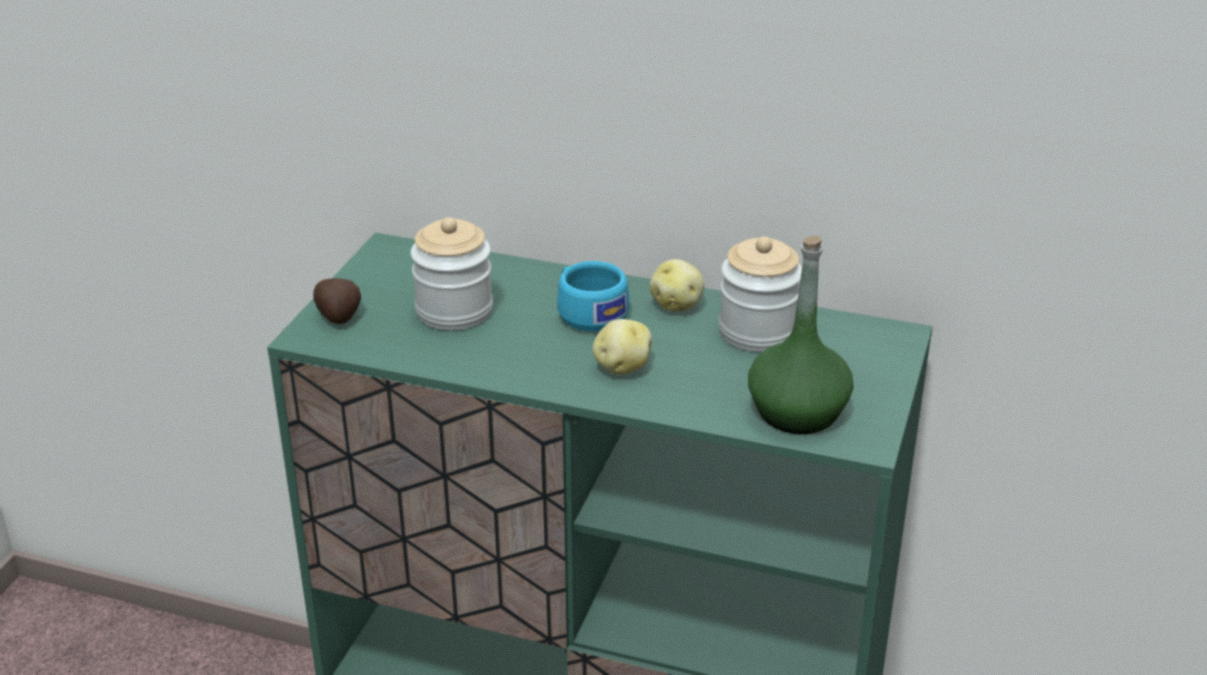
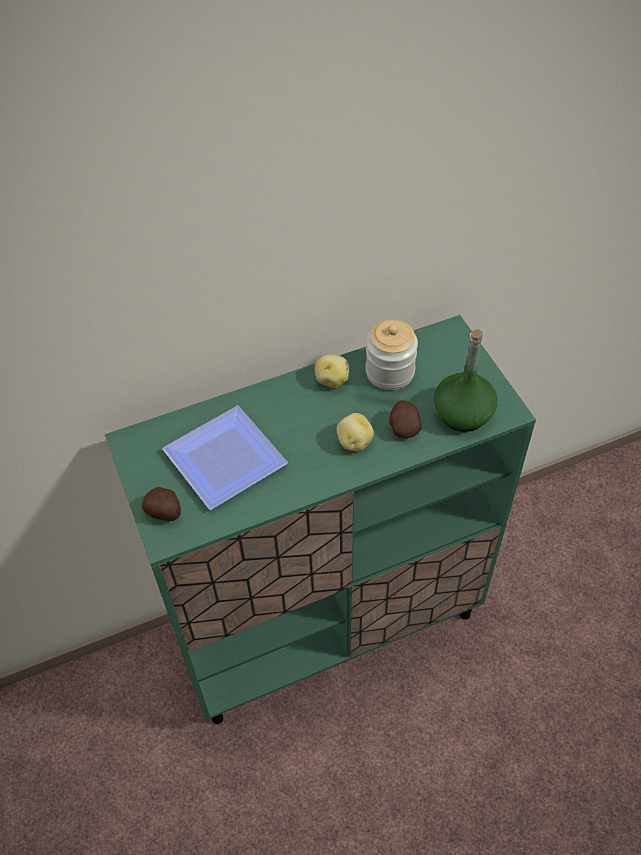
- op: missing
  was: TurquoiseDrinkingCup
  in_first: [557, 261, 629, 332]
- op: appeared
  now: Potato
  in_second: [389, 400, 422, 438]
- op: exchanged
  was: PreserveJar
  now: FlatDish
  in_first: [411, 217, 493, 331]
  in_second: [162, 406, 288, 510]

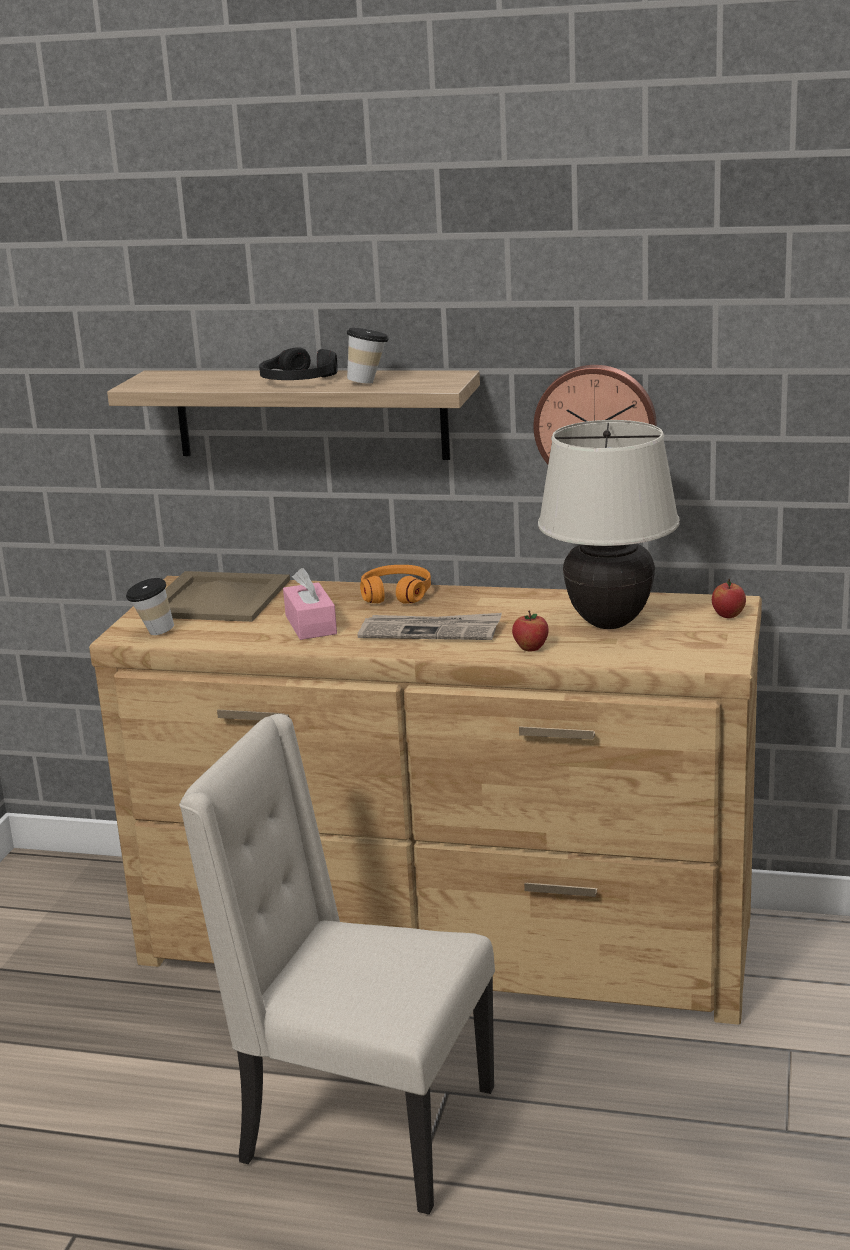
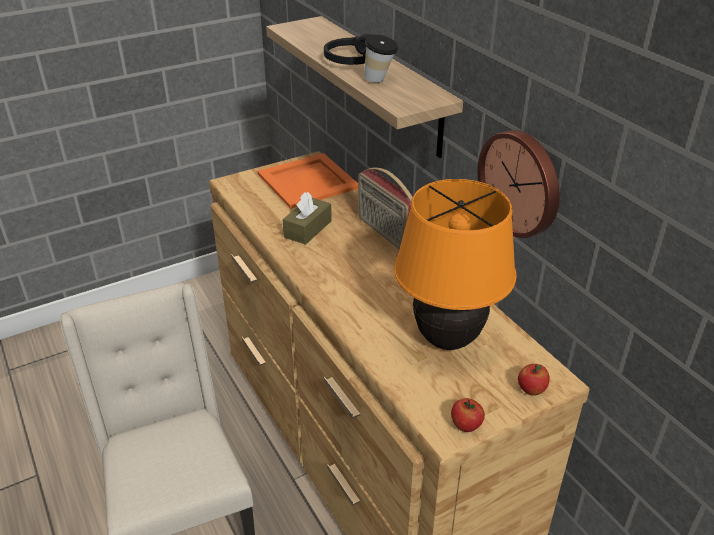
- op: missing
  was: DrinkingCup
  in_first: [126, 578, 174, 635]
- op: missing
  was: Newspaper
  in_first: [358, 613, 502, 640]
- op: relocated
  was: AppleFruit
  in_first: [512, 610, 549, 652]
  in_second: [451, 398, 485, 432]
- op: exchanged
  was: OrangeColouredPairOfHeadphones
  now: RadioSet
  in_first: [360, 565, 431, 604]
  in_second: [358, 168, 413, 249]
- op: colour
  was: SandColouredCarryingTray
  now: OrangeColouredCarryingTray
  in_first: [165, 571, 290, 622]
  in_second: [258, 153, 358, 209]
- op: colour
  was: PinkColouredBoxOfTissues
  now: BrownBoxOfTissues
  in_first: [283, 568, 337, 640]
  in_second: [282, 192, 332, 245]
- op: colour
  was: SandColouredLampForATable
  now: OrangeColouredLampForATable
  in_first: [538, 420, 680, 629]
  in_second: [394, 179, 517, 350]

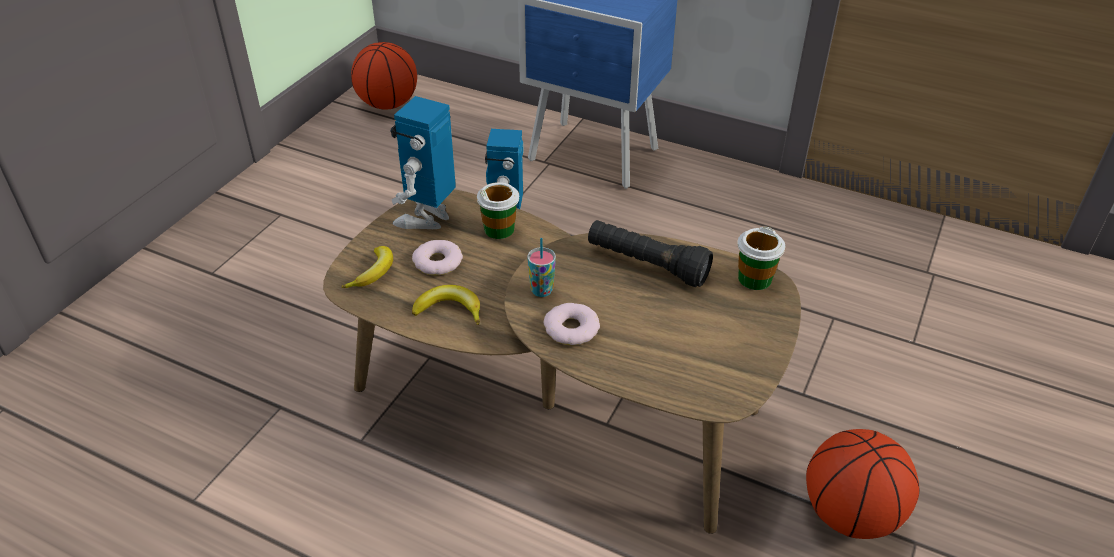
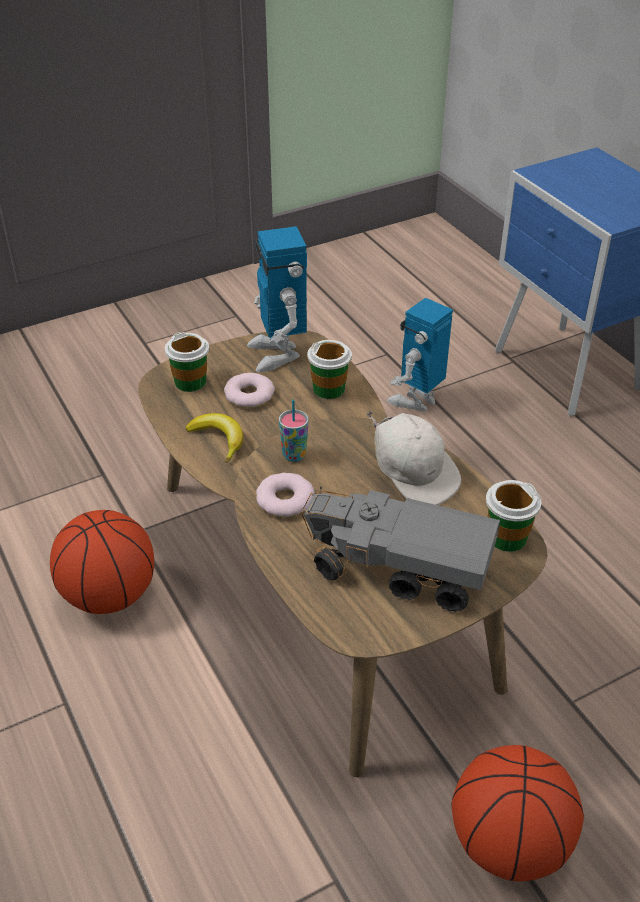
- op: appeared
  now: ToyLorry
  in_second: [301, 487, 500, 612]
- op: relocated
  was: Basketball
  in_first: [351, 42, 417, 110]
  in_second: [50, 510, 154, 614]
- op: exchanged
  was: Banana
  now: DrinkingCup
  in_first: [341, 246, 393, 288]
  in_second: [165, 332, 209, 392]
- op: exchanged
  was: BlackHandTorch
  now: WhitishPeakedCap
  in_first: [588, 220, 713, 287]
  in_second: [366, 410, 461, 505]
- op: spun
  was: RobotFigure
  in_first: [390, 96, 456, 229]
  in_second: [247, 226, 307, 372]
  clockwise: -75

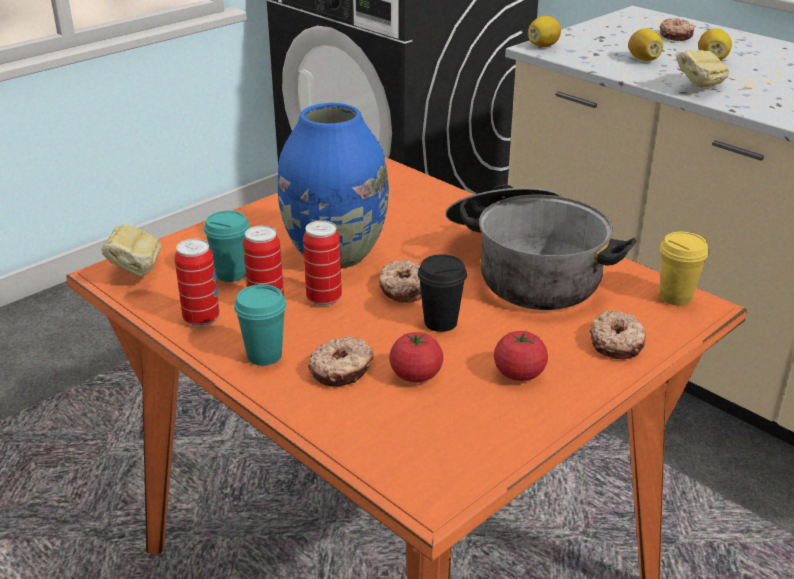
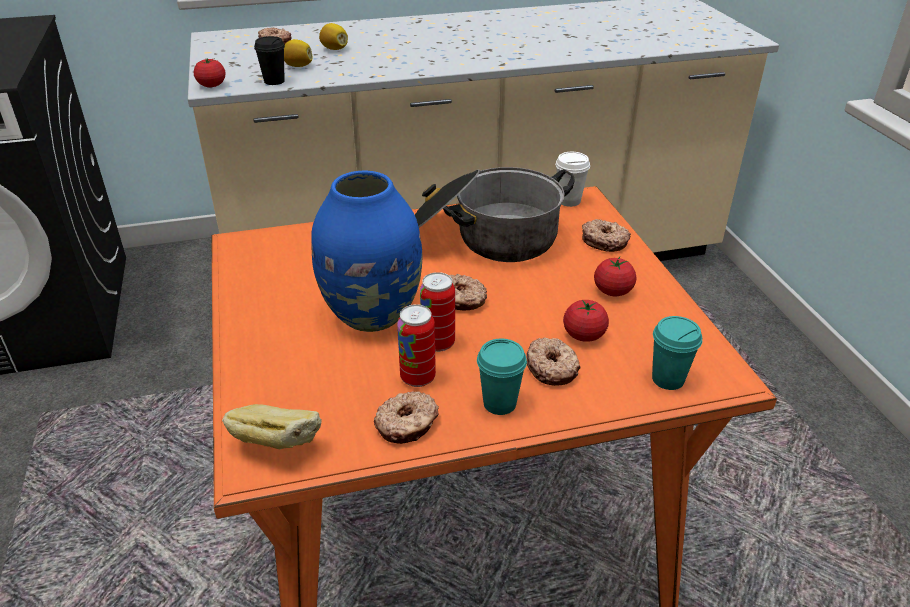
- op: missing
  was: Bread
  in_first: [677, 50, 729, 88]
- op: relocated
  was: TurquoiseDrinkingCup
  in_first: [204, 211, 250, 282]
  in_second: [652, 316, 702, 390]
- op: relocated
  was: BlackDrinkingCup
  in_first: [418, 254, 467, 332]
  in_second: [254, 36, 285, 85]
- op: exchanged
  was: MetalCan
  now: Doughnut
  in_first: [174, 238, 219, 327]
  in_second: [374, 391, 439, 444]
- op: exchanged
  was: Lemon
  now: FreshTomato
  in_first: [528, 16, 561, 47]
  in_second: [194, 58, 226, 87]
- op: colour
  was: YellowishDrinkingCup
  now: WhitishDrinkingCup
  in_first: [660, 232, 709, 306]
  in_second: [555, 152, 590, 207]

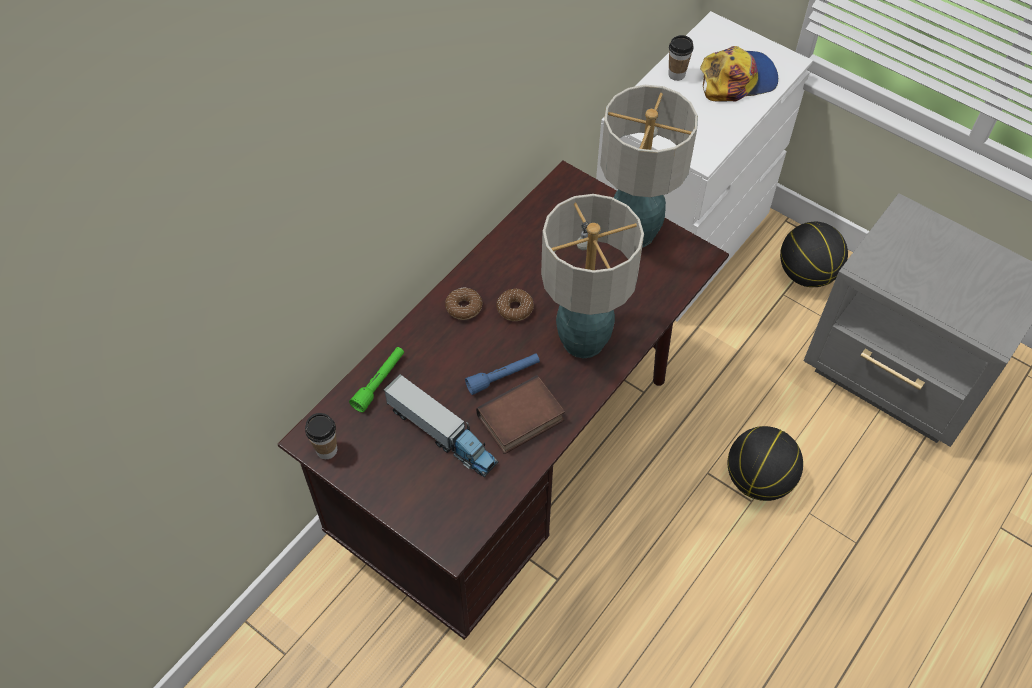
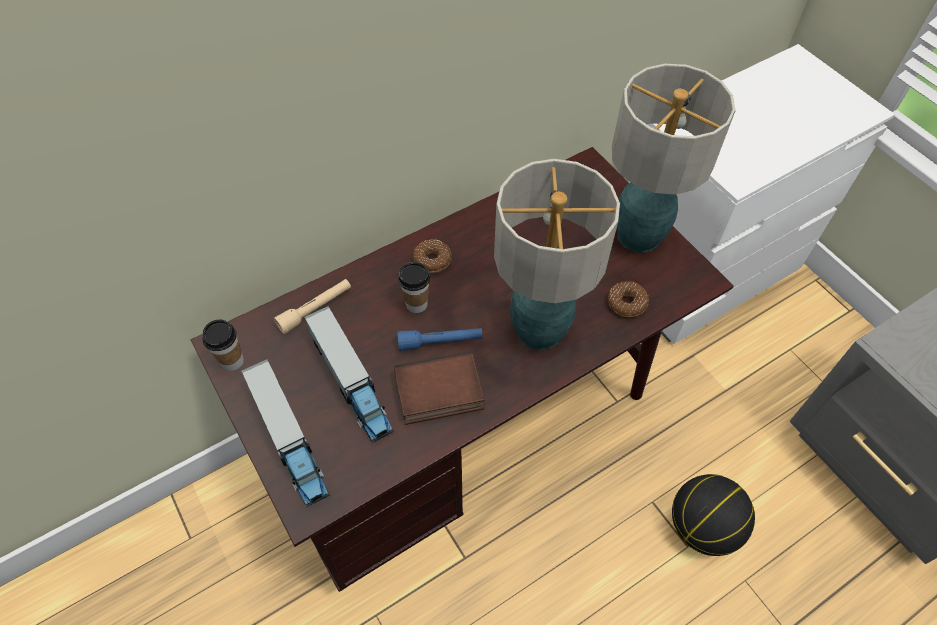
- op: missing
  was: PeakedCap
  in_first: [700, 46, 778, 102]
- op: missing
  was: Basketball
  in_first: [780, 222, 848, 287]
- op: appeared
  now: ToyLorry
  in_second: [241, 359, 330, 507]
- op: relocated
  was: Doughnut
  in_first: [496, 289, 534, 321]
  in_second: [607, 281, 649, 317]
- op: relocated
  was: DrinkingCup
  in_first: [668, 35, 694, 81]
  in_second: [398, 262, 430, 313]
- op: colour
  was: GreenHandTorch
  now: SandColouredHandTorch
  in_first: [349, 347, 404, 413]
  in_second: [274, 279, 351, 334]

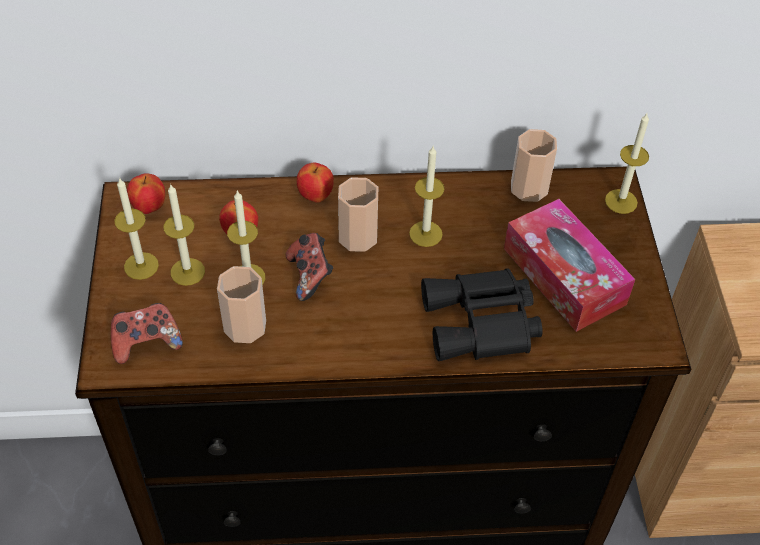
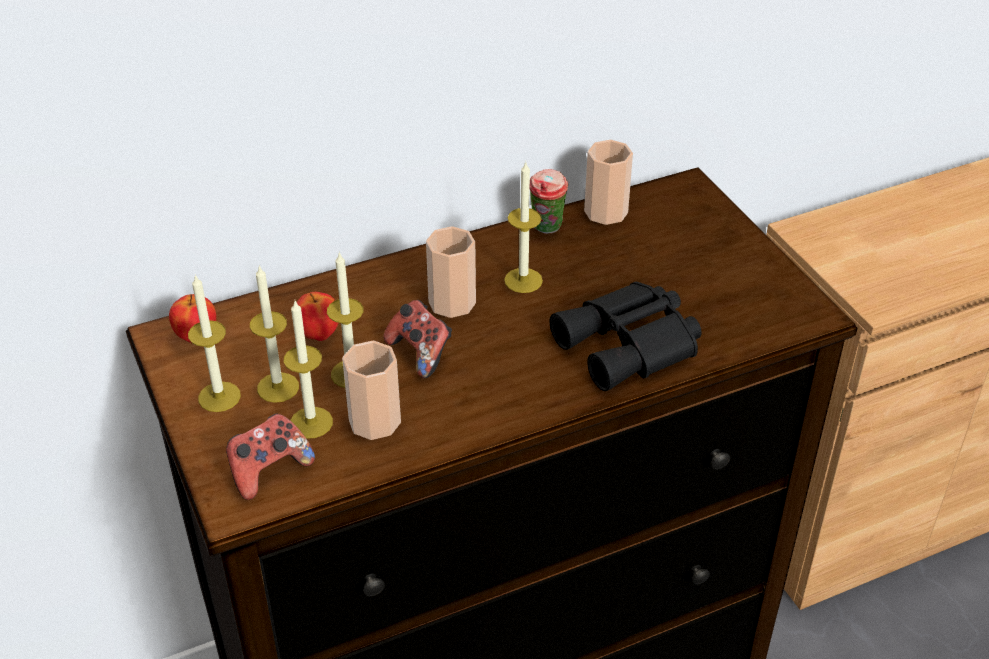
- op: missing
  was: AppleFruit
  in_first: [297, 163, 334, 203]
- op: missing
  was: BoxOfTissues
  in_first: [504, 199, 635, 332]
- op: appeared
  now: DrinkingCup
  in_second: [530, 169, 568, 234]
- op: relocated
  was: WaxLight
  in_first: [605, 113, 649, 214]
  in_second: [284, 301, 333, 439]

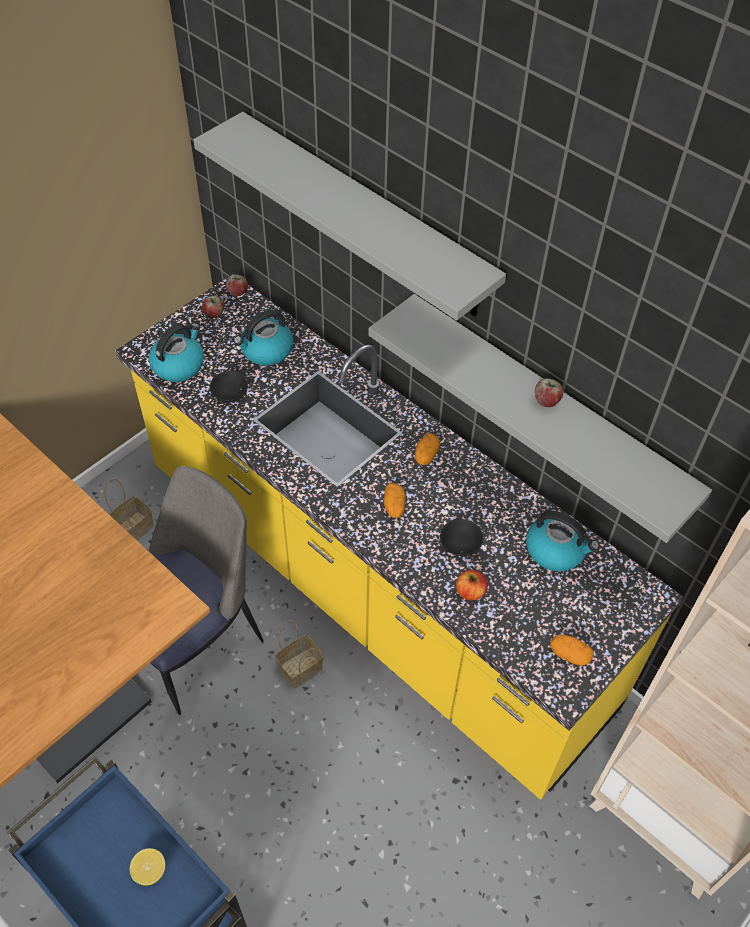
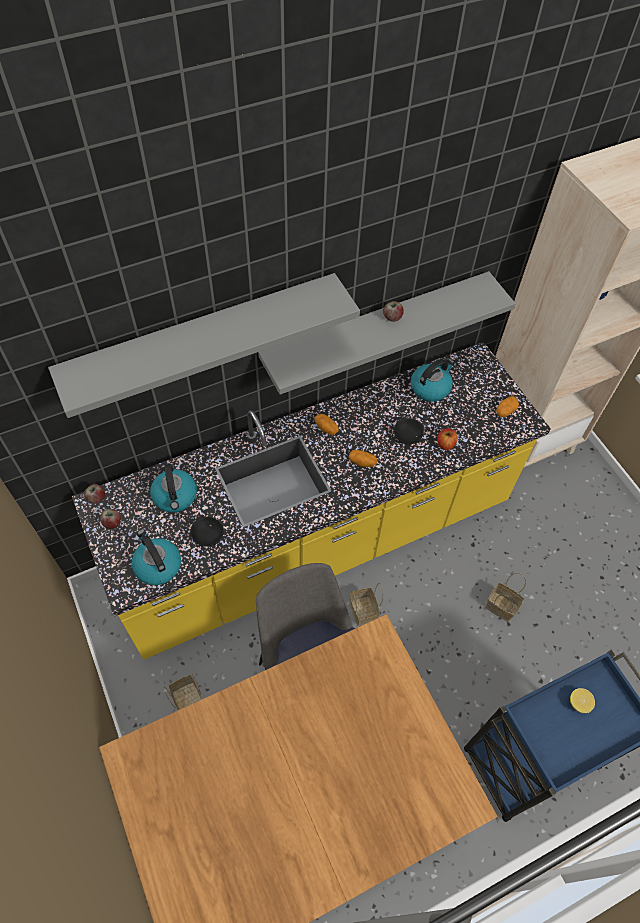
- op: appeared
  now: HouseholdBasket
  in_second: [485, 573, 526, 622]

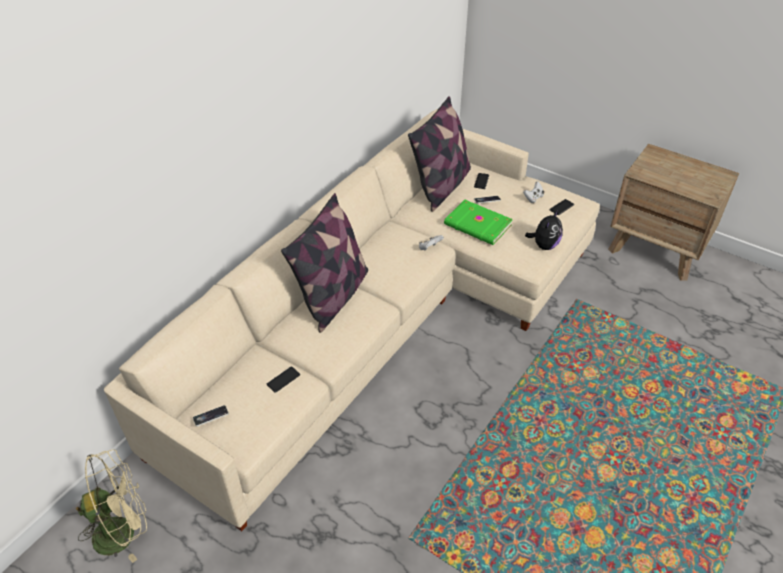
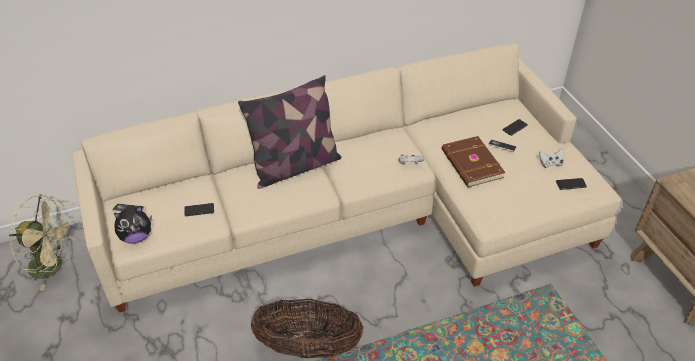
- op: missing
  was: Pillow
  in_first: [408, 96, 471, 212]
- op: appeared
  now: HouseholdBasket
  in_second: [251, 299, 364, 358]
- op: relocated
  was: SoftToy
  in_first: [525, 210, 563, 250]
  in_second: [114, 206, 152, 244]
- op: colour
  was: GreenBook
  now: BrownBook
  in_first: [444, 200, 513, 245]
  in_second: [442, 136, 505, 187]

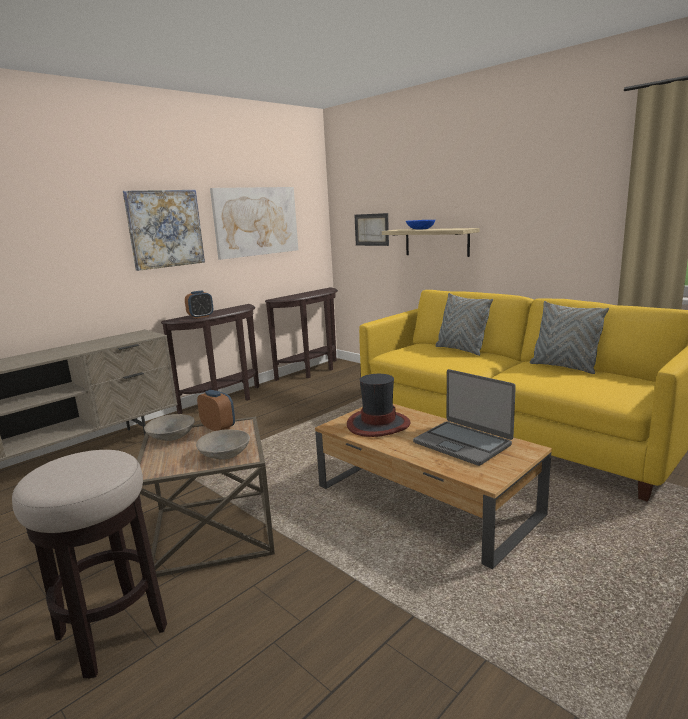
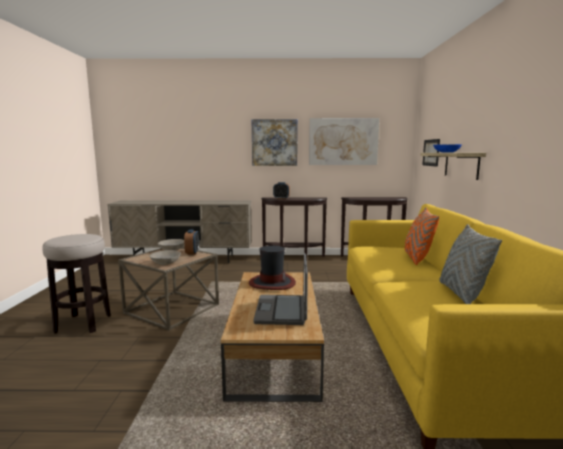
- op: colour
  was: GreyishPillow
  now: OrangeColouredPillow
  in_first: [435, 293, 493, 356]
  in_second: [405, 207, 439, 265]

